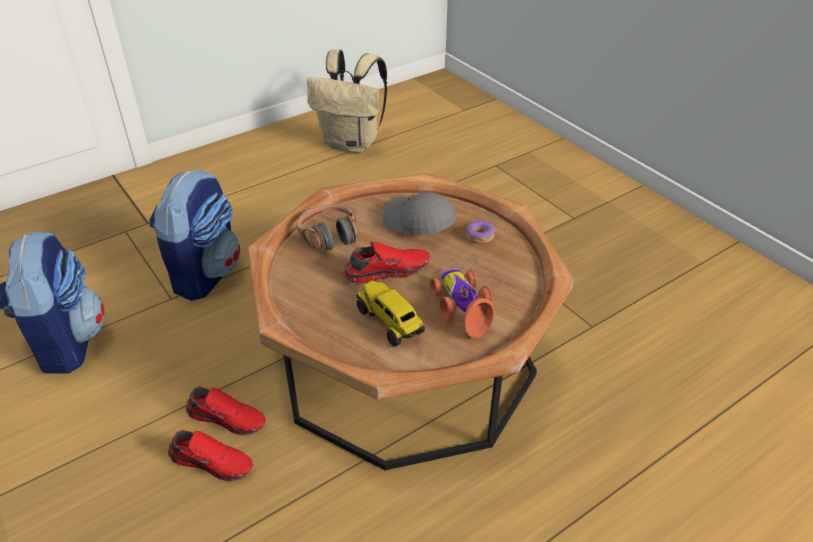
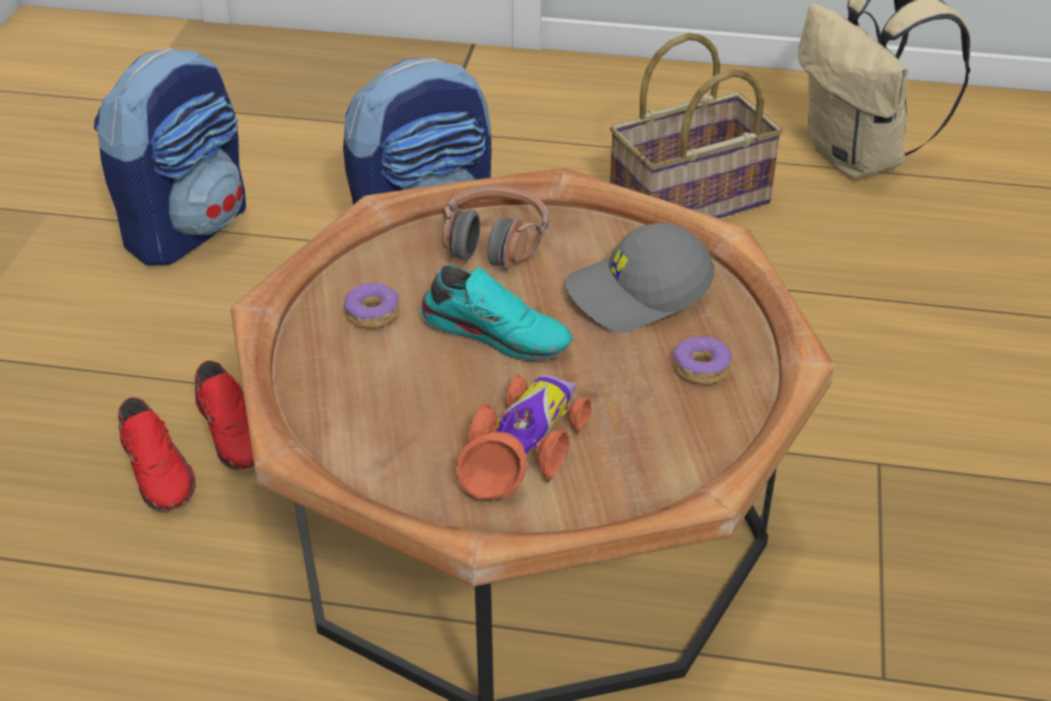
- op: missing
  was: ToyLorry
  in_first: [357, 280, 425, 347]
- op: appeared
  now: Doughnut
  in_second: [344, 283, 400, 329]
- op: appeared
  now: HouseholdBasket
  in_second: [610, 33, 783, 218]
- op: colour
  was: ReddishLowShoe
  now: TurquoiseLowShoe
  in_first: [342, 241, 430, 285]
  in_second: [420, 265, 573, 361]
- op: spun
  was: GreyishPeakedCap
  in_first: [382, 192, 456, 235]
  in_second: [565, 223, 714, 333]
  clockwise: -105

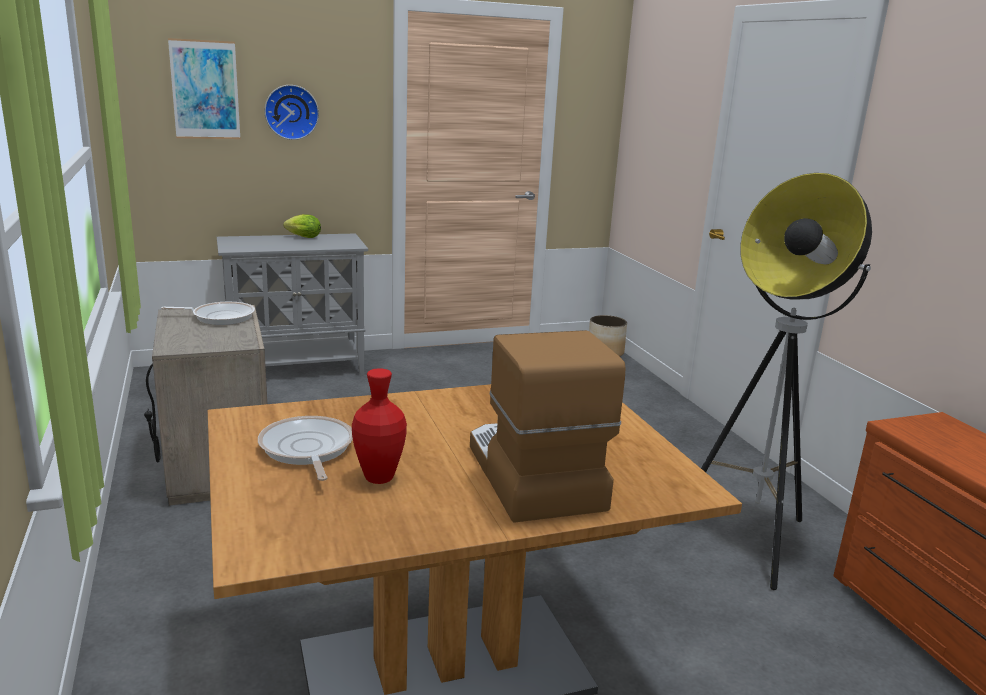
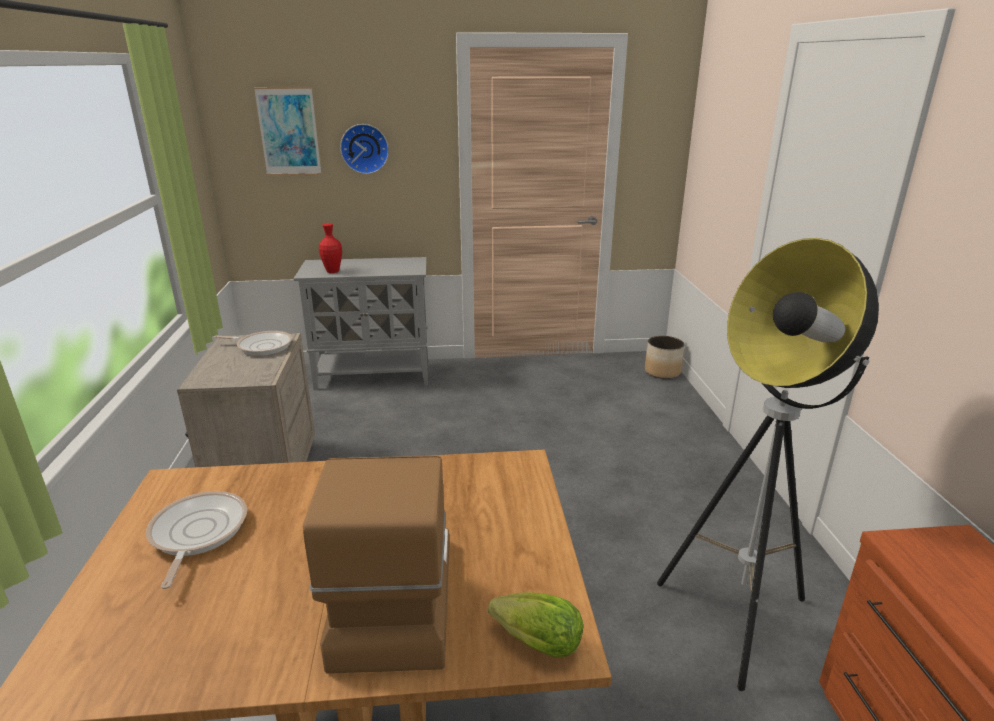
- op: relocated
  was: Lettuce
  in_first: [283, 214, 321, 238]
  in_second: [488, 592, 583, 658]
- op: relocated
  was: ReddishVase
  in_first: [352, 368, 407, 484]
  in_second: [319, 223, 342, 273]

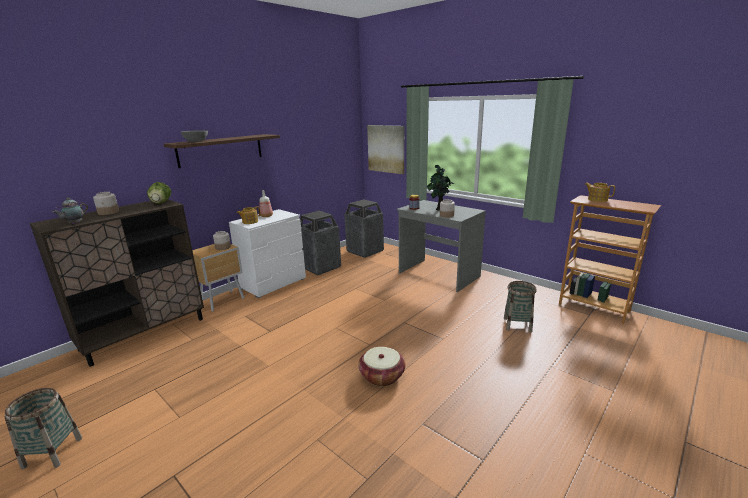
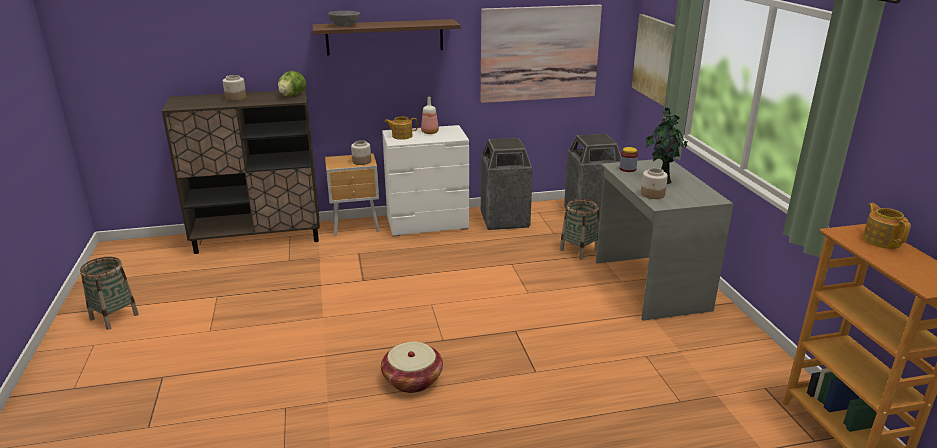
- op: missing
  was: TeaPot
  in_first: [53, 198, 88, 224]
- op: appeared
  now: WallPicture
  in_second: [481, 5, 602, 103]
- op: relocated
  was: HouseholdBasket
  in_first: [504, 281, 537, 332]
  in_second: [560, 199, 599, 260]

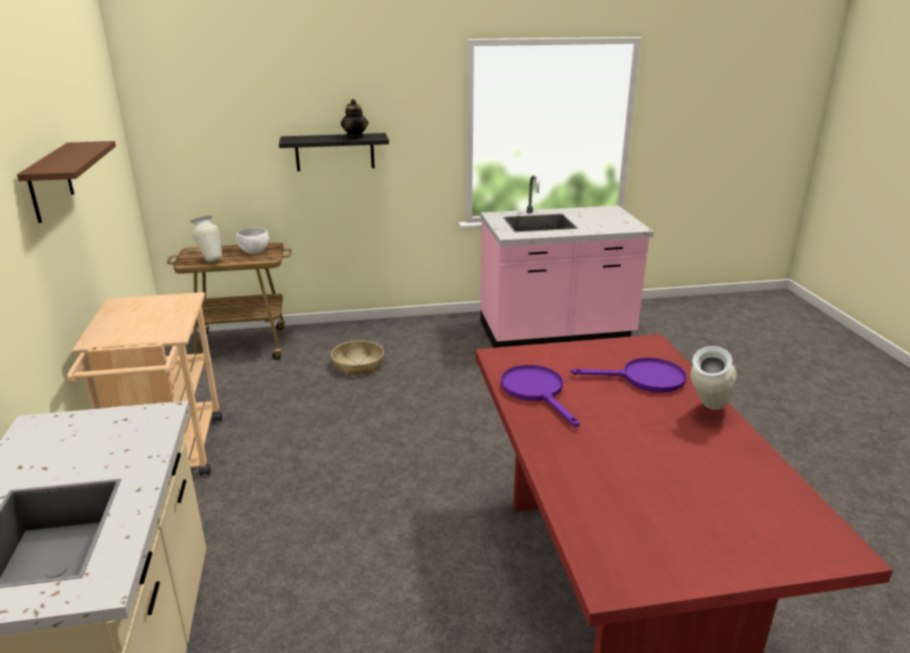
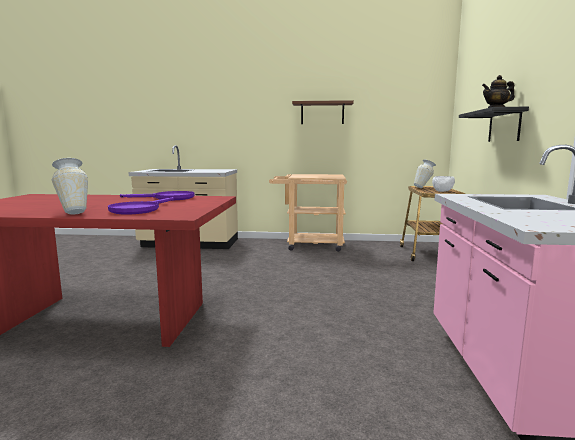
- op: missing
  was: HouseholdBasket
  in_first: [331, 340, 384, 376]

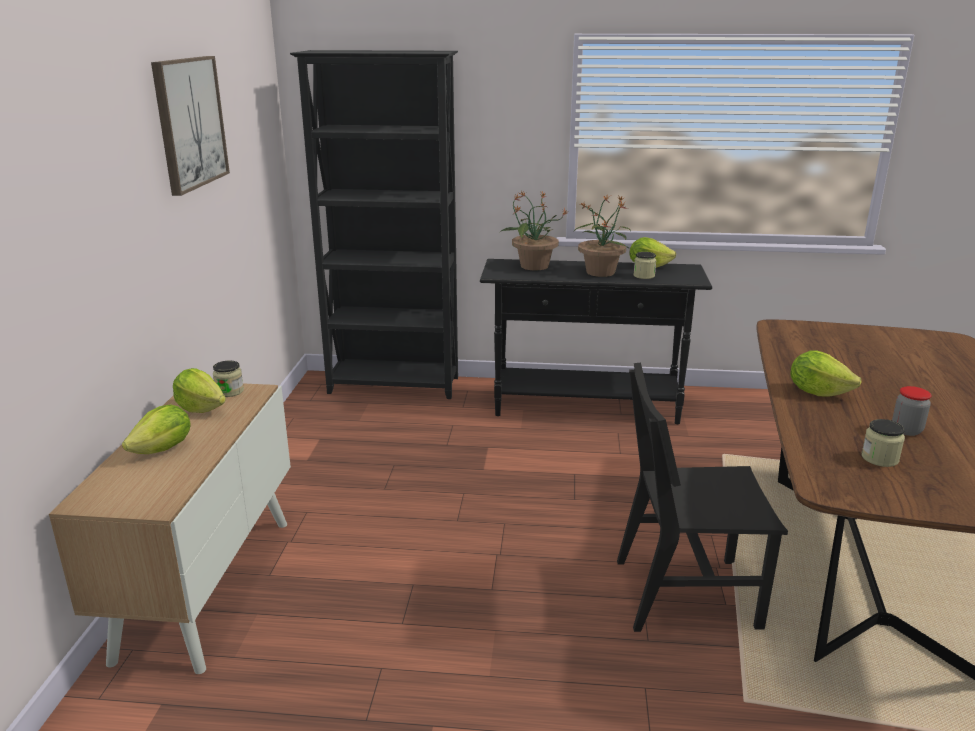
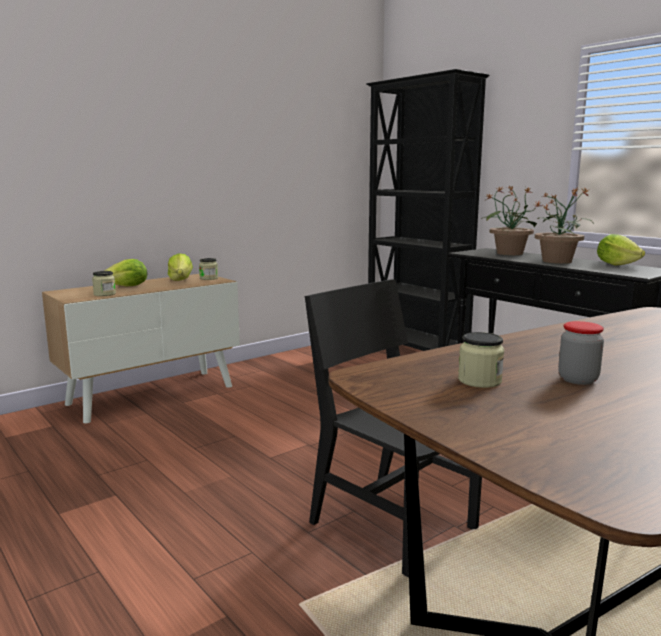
- op: missing
  was: WallPicture
  in_first: [151, 56, 230, 196]
- op: missing
  was: Lettuce
  in_first: [791, 350, 862, 397]
- op: relocated
  was: PreserveJar
  in_first: [634, 252, 656, 279]
  in_second: [92, 271, 116, 296]

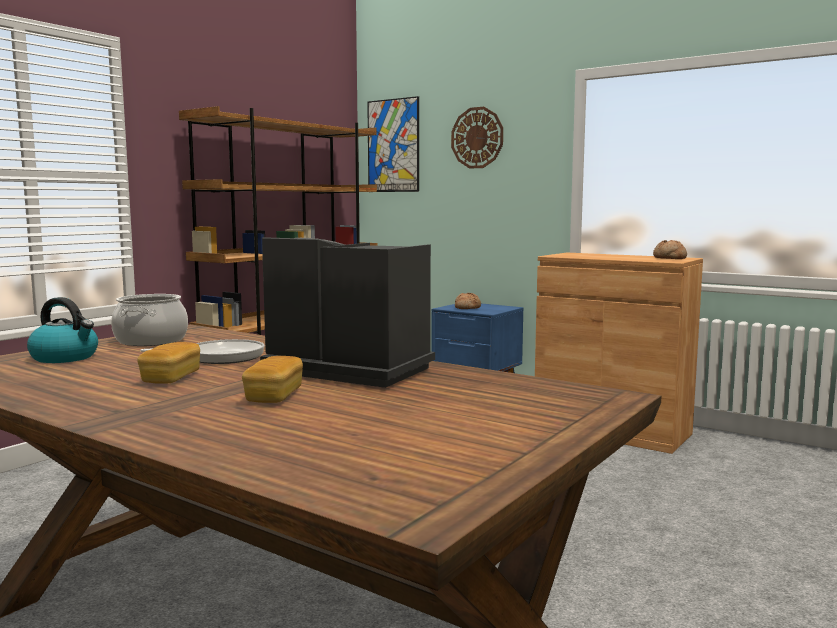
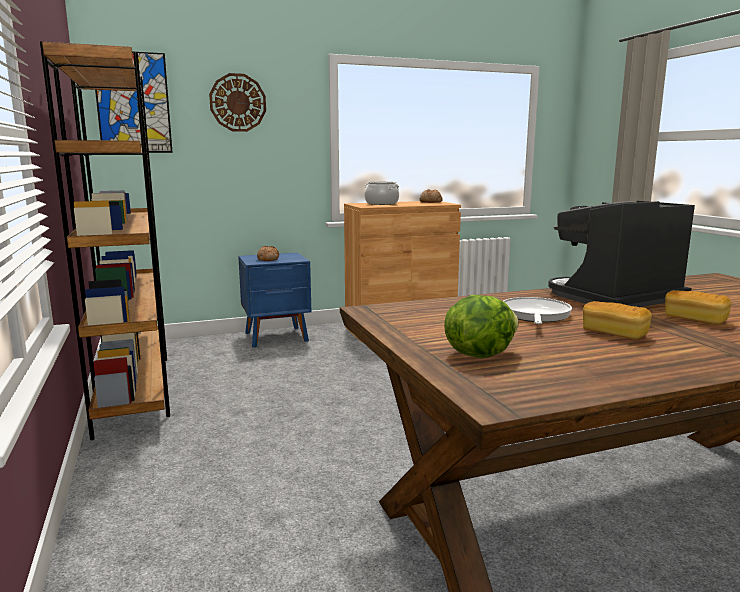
- op: relocated
  was: Saucepot
  in_first: [111, 294, 188, 346]
  in_second: [364, 182, 399, 205]
- op: exchanged
  was: Kettle
  now: Lettuce
  in_first: [27, 297, 98, 363]
  in_second: [444, 295, 519, 358]

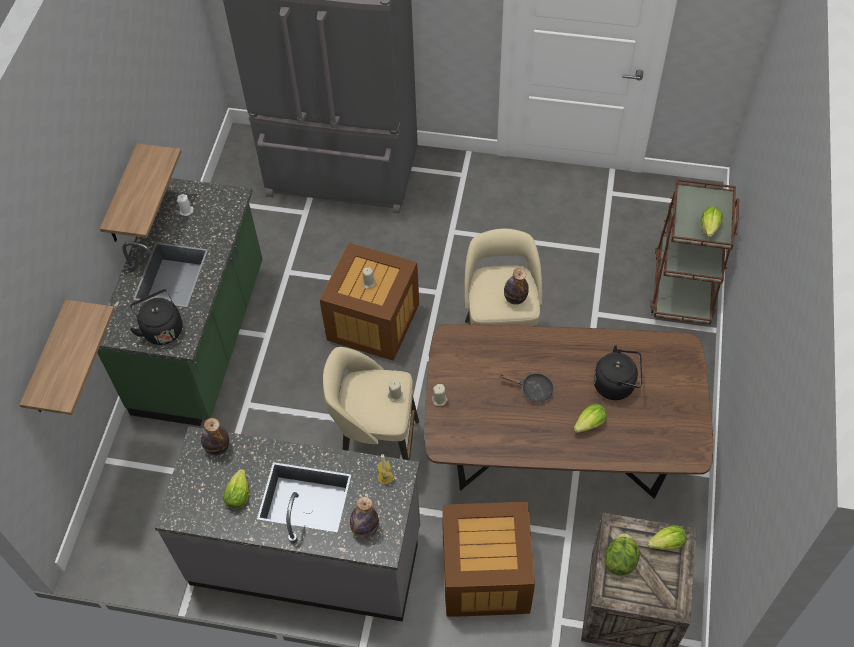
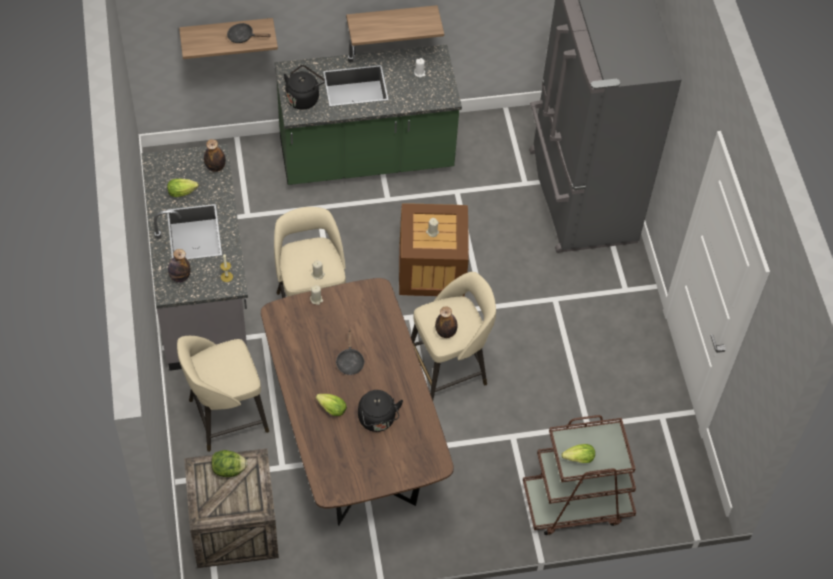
- op: missing
  was: Lettuce
  in_first: [647, 525, 686, 549]
- op: appeared
  now: BlackFryingPan
  in_second: [227, 23, 271, 43]
- op: exchanged
  was: Crate
  now: SandColouredSittingStool
  in_first: [442, 502, 535, 617]
  in_second: [177, 336, 269, 452]

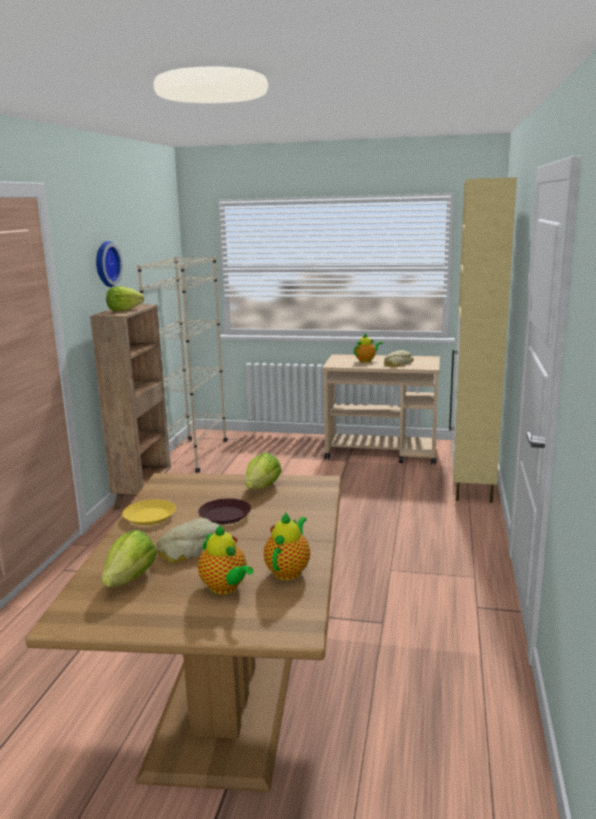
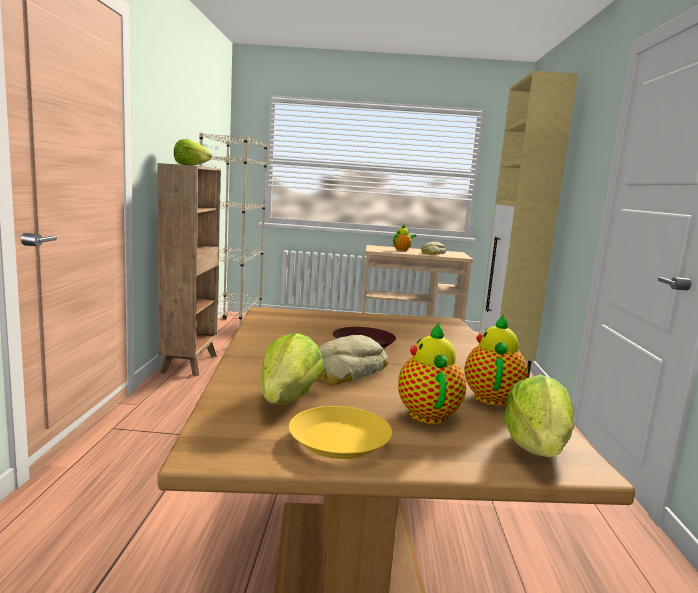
- op: missing
  was: WallClock
  in_first: [96, 241, 123, 287]
- op: relocated
  was: YellowishFlatDish
  in_first: [122, 499, 176, 525]
  in_second: [289, 406, 392, 459]
- op: relocated
  was: Lettuce
  in_first: [245, 452, 282, 489]
  in_second: [504, 375, 574, 458]
- op: spun
  was: TeaPot
  in_first: [198, 525, 253, 594]
  in_second: [398, 322, 466, 424]
  clockwise: -135

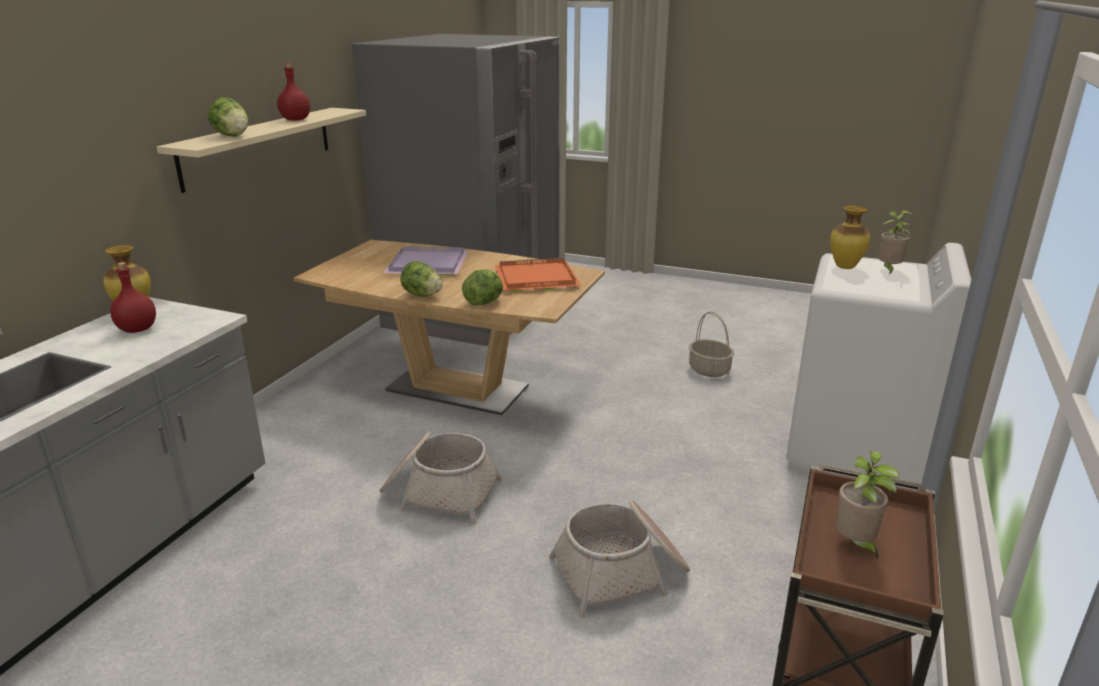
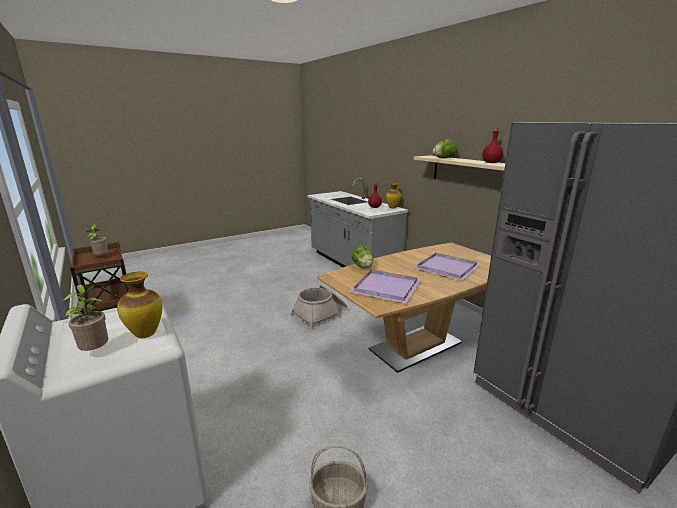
- op: missing
  was: Lettuce
  in_first: [400, 261, 443, 297]
- op: missing
  was: HouseholdBasket
  in_first: [549, 500, 690, 618]
- op: colour
  was: OrangeColouredCarryingTray
  now: PurpleColouredCarryingTray
  in_first: [495, 258, 581, 292]
  in_second: [349, 270, 421, 304]

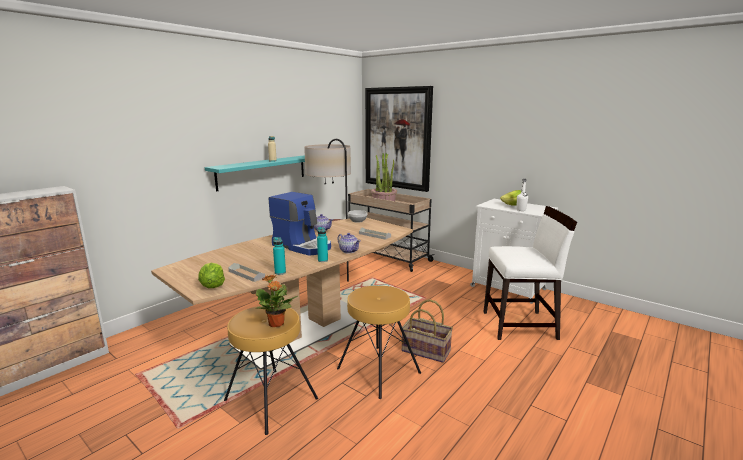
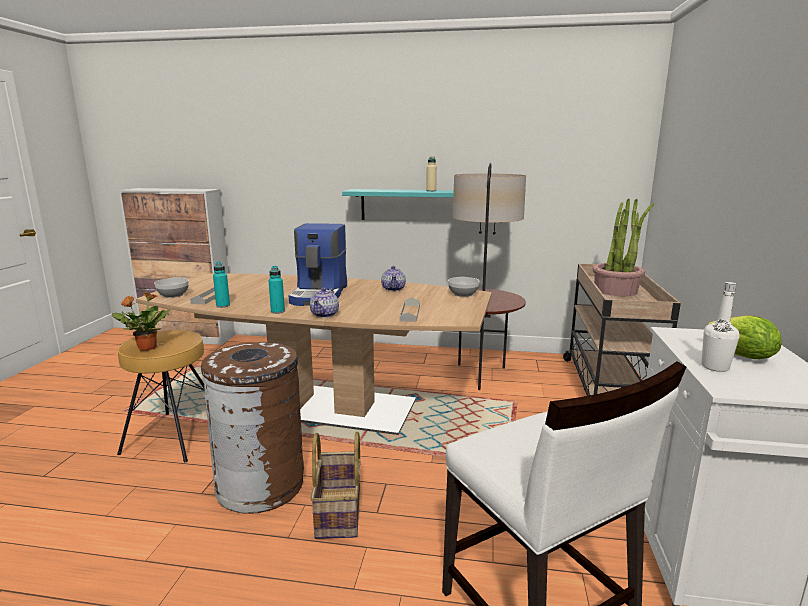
- op: missing
  was: WallPicture
  in_first: [365, 86, 433, 192]
- op: exchanged
  was: Lettuce
  now: Bowl
  in_first: [198, 263, 225, 288]
  in_second: [154, 278, 189, 298]
- op: exchanged
  was: BrownSittingStool
  now: BrownTrashCan
  in_first: [337, 286, 421, 399]
  in_second: [201, 342, 304, 514]

